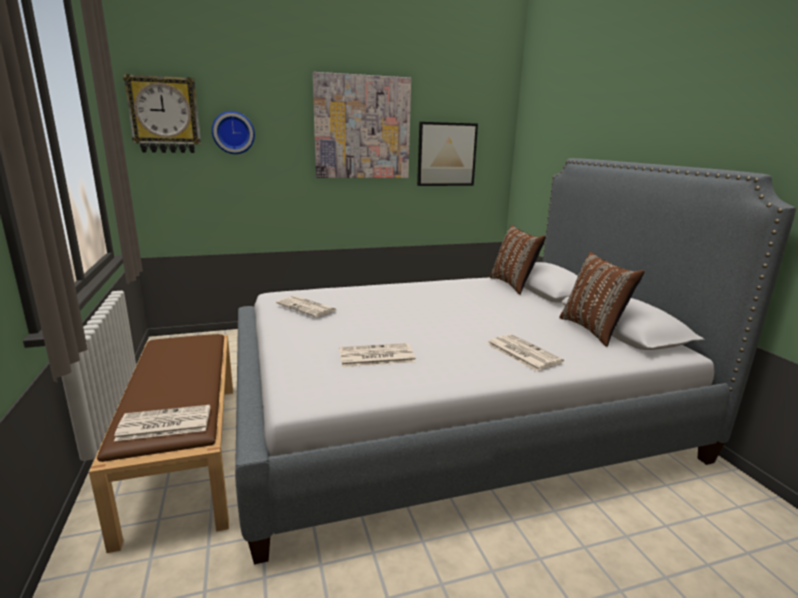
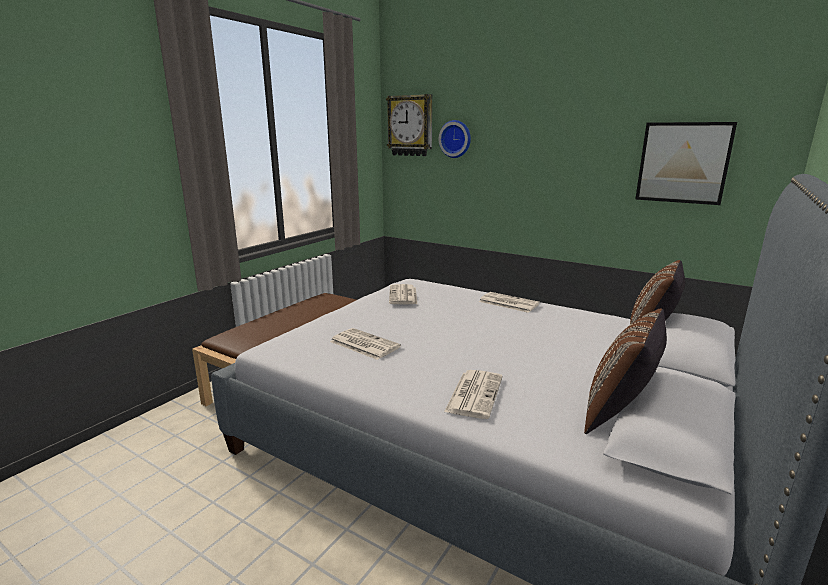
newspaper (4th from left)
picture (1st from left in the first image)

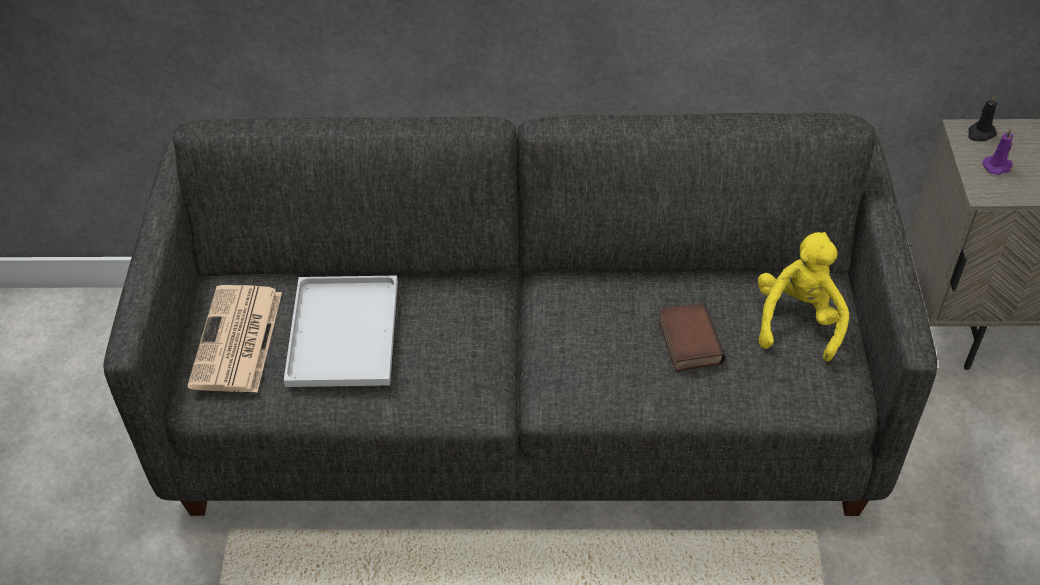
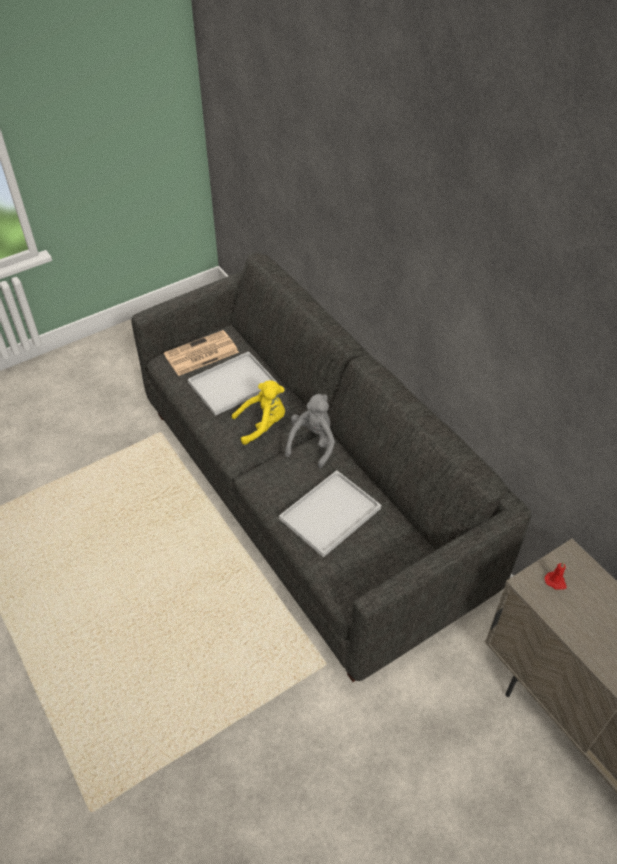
plush toy (yellow)
tray (white) (2nd from left)
plush toy (grey)
candle (red)
candle (black)

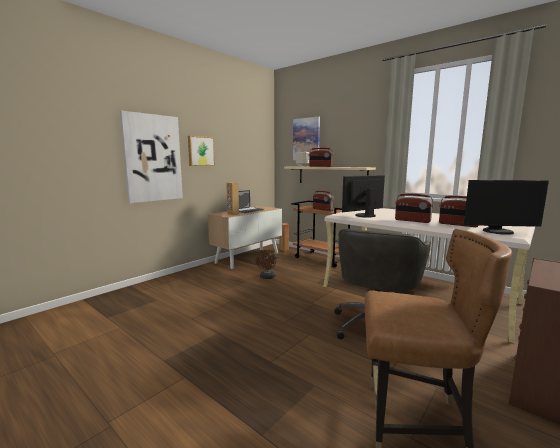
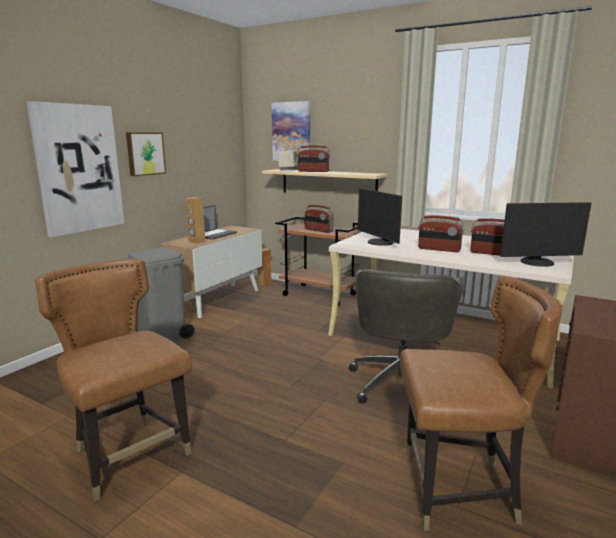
chair (brown) (1st from left)
trash can (grey)
monitor (1st from left)
fan (brown)

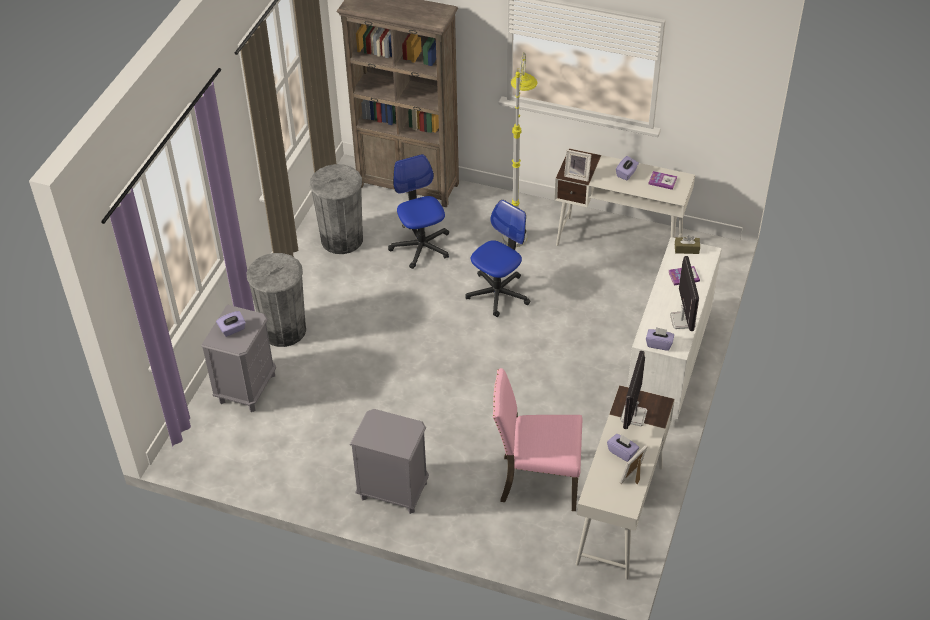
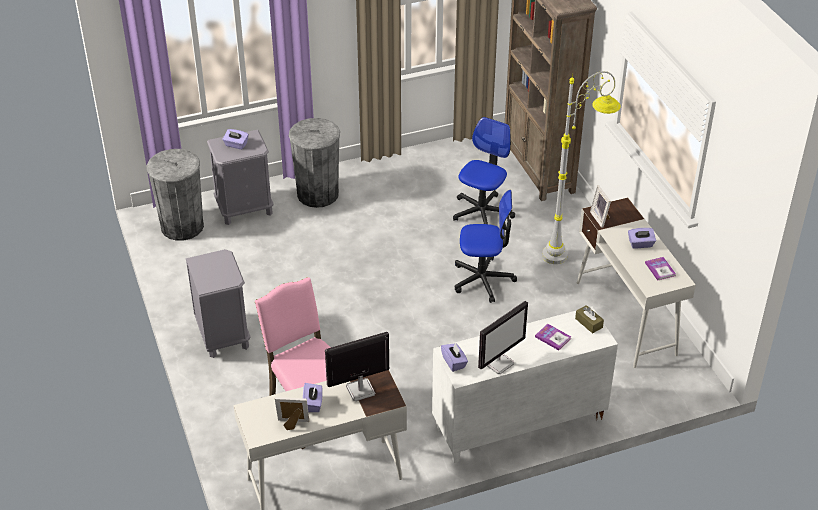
trash can (grey) (1st from left)

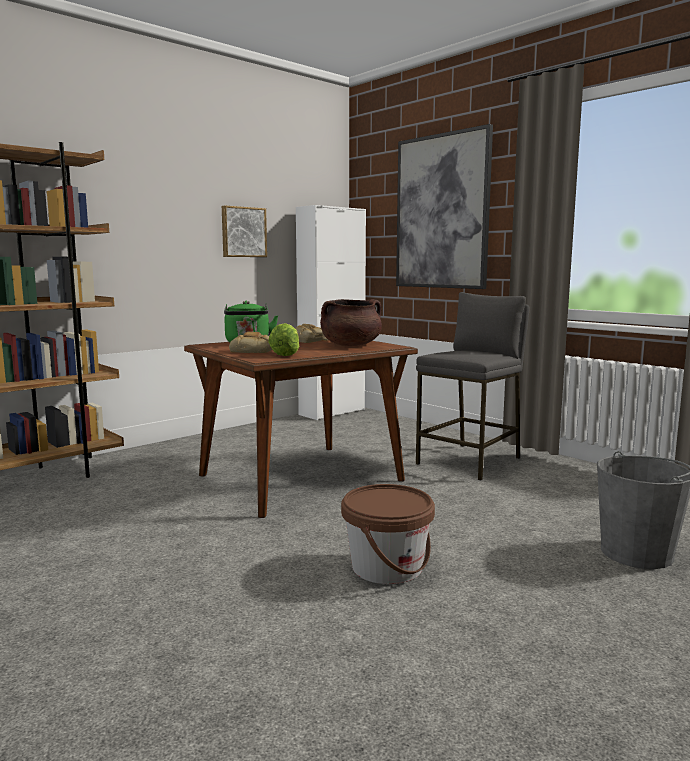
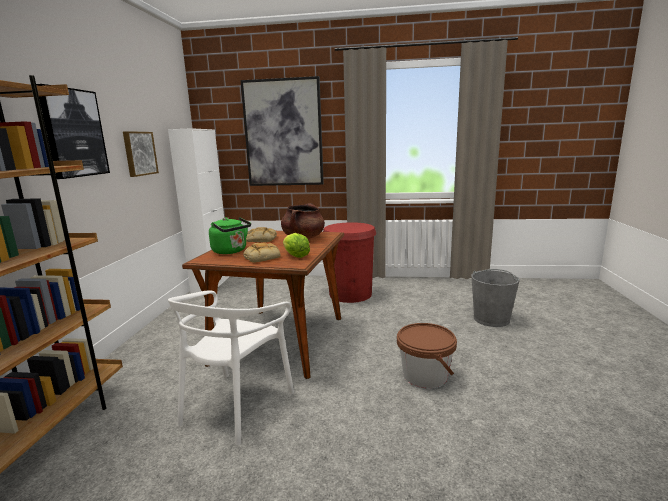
picture (1st from left)
chair (white)
trash can (red)

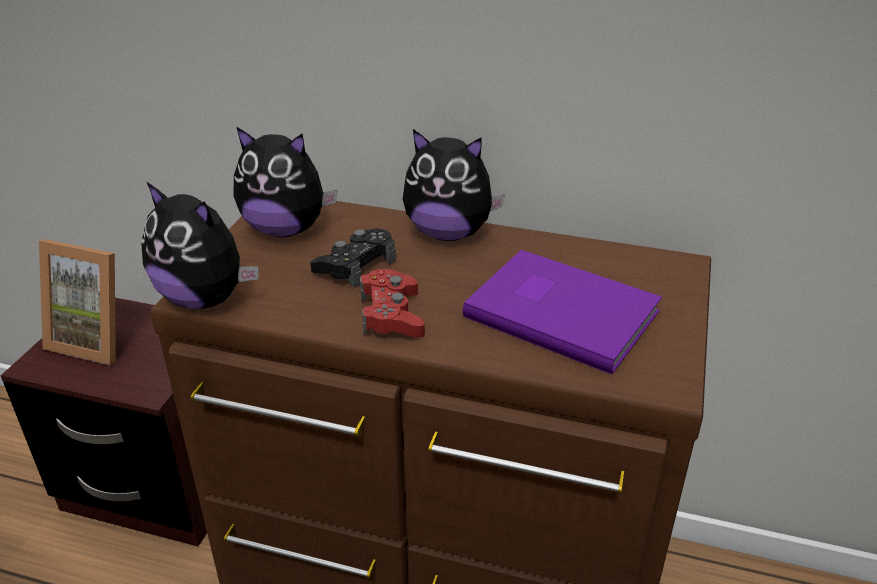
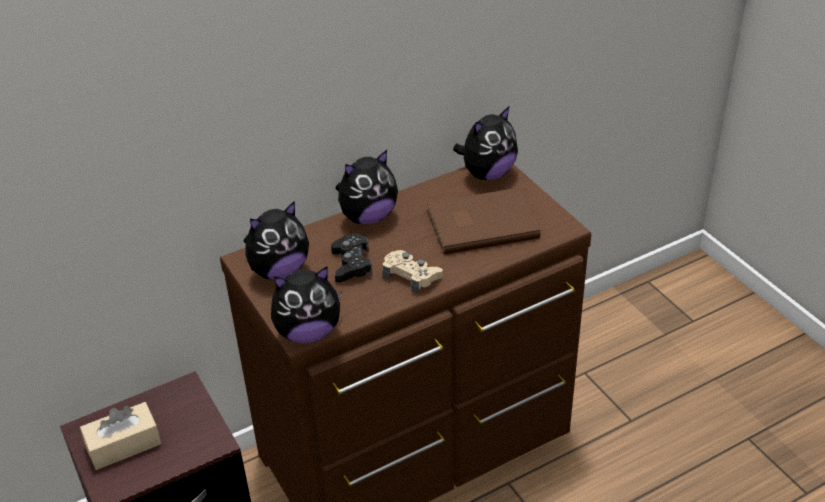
tissue box (beige)
game controller (beige)
book (brown)
plush toy (4th from left)

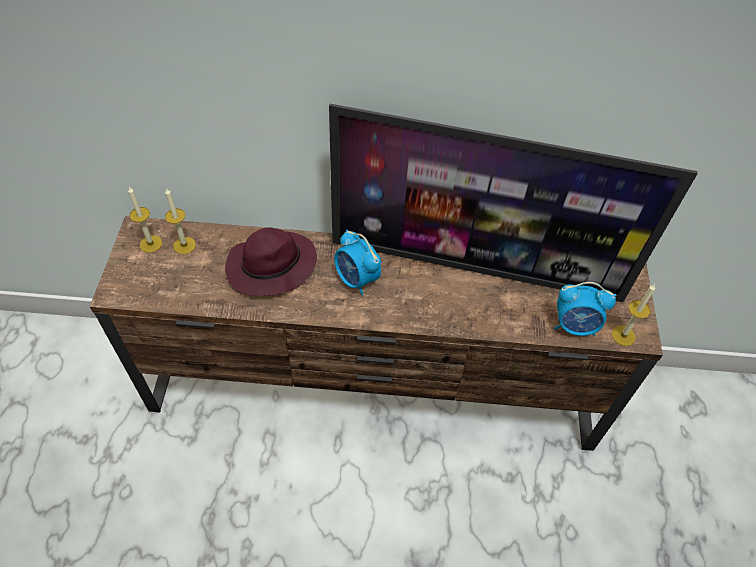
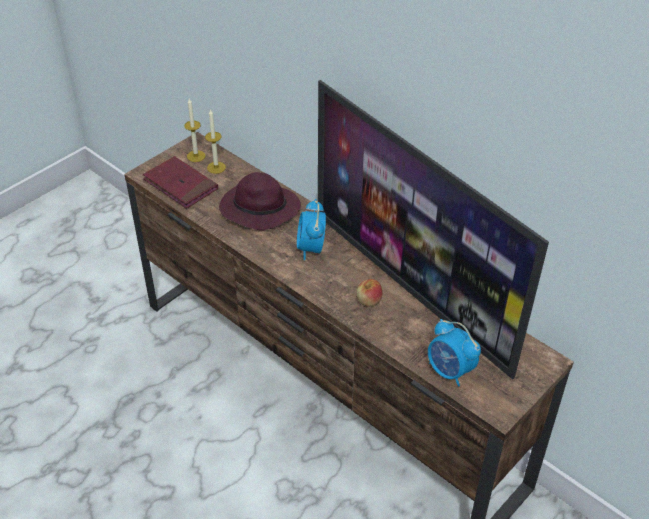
book (red)
apple
candle (3rd from left in the first image)

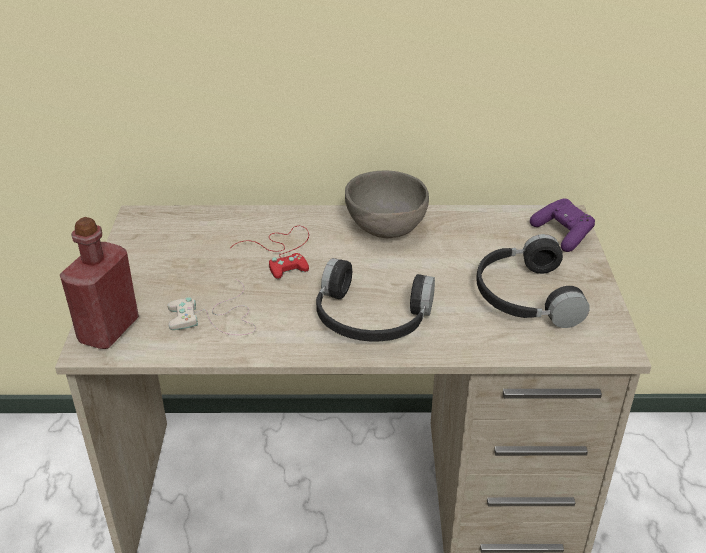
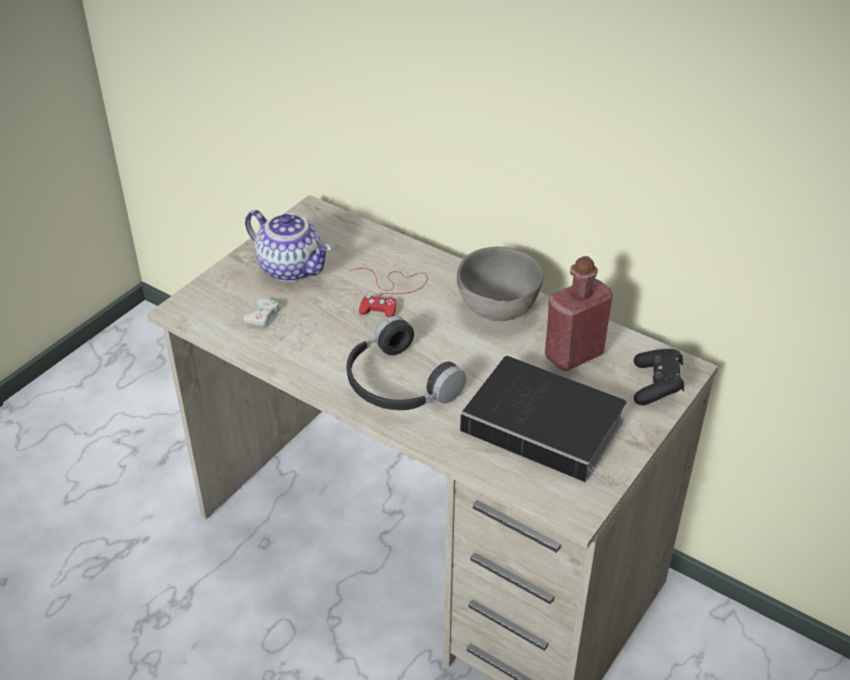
teapot
book
bottle (red)
game controller (black)

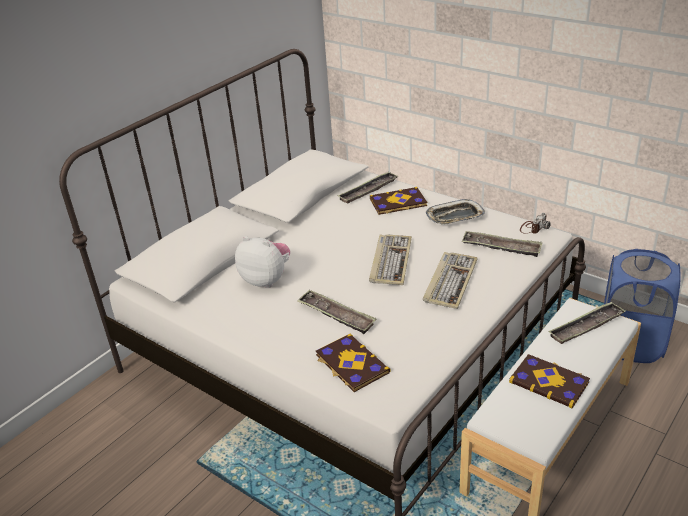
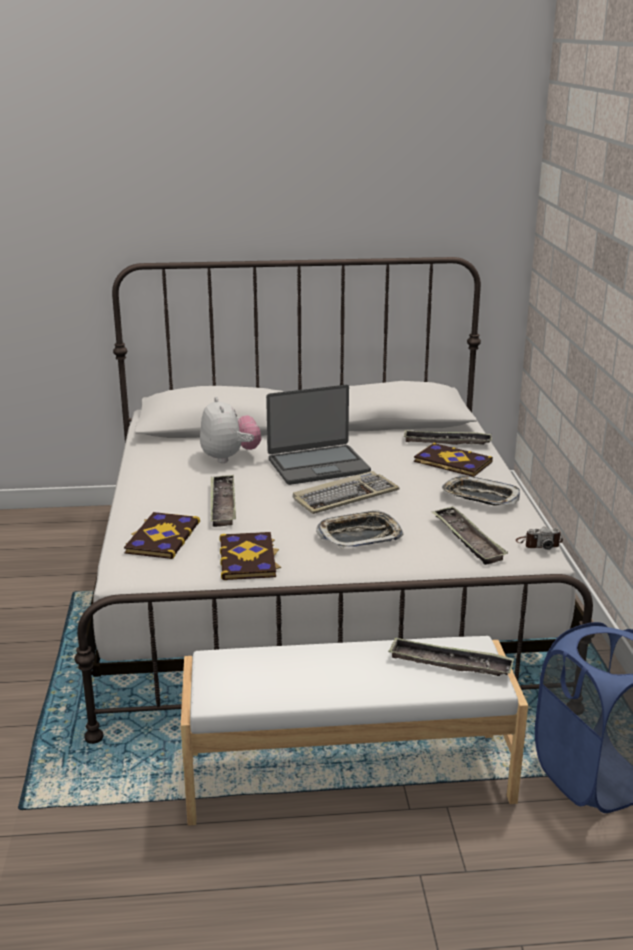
book (2nd from left)
laptop
tray (2nd from left)

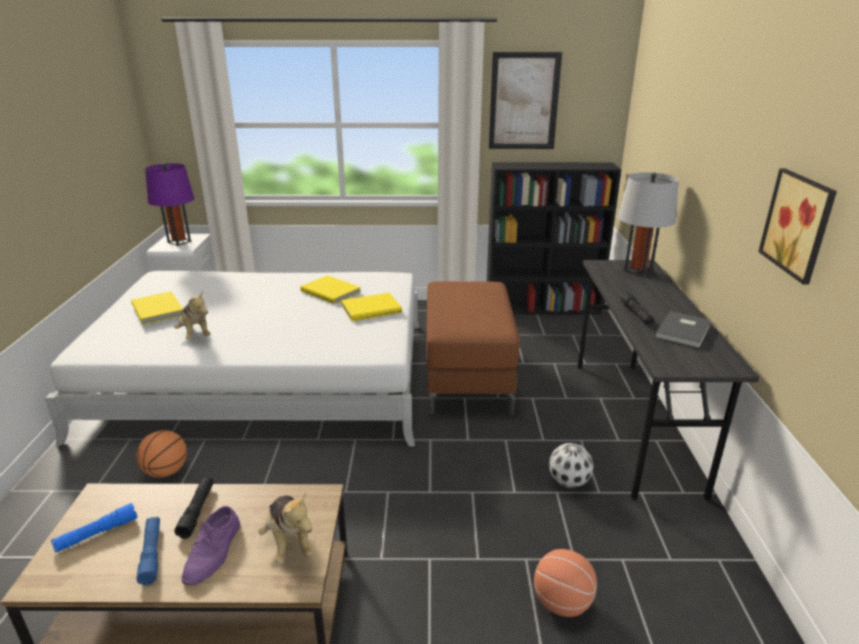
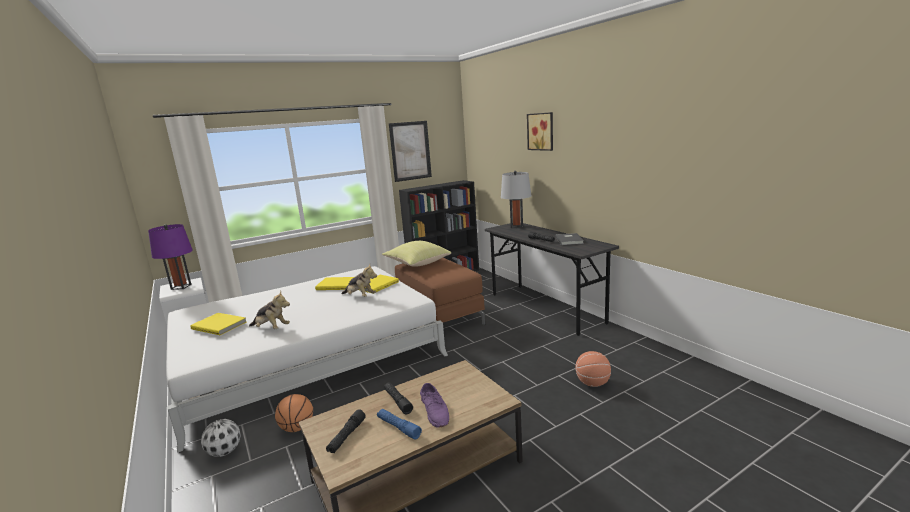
football
flashlight (black) (1st from left)
plush toy (2nd from left)
pillow (yellow)
picture (2nd from left)

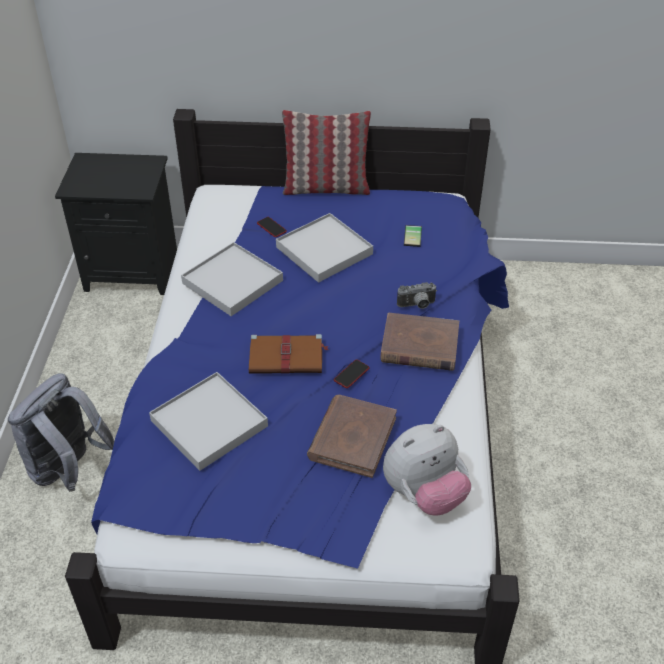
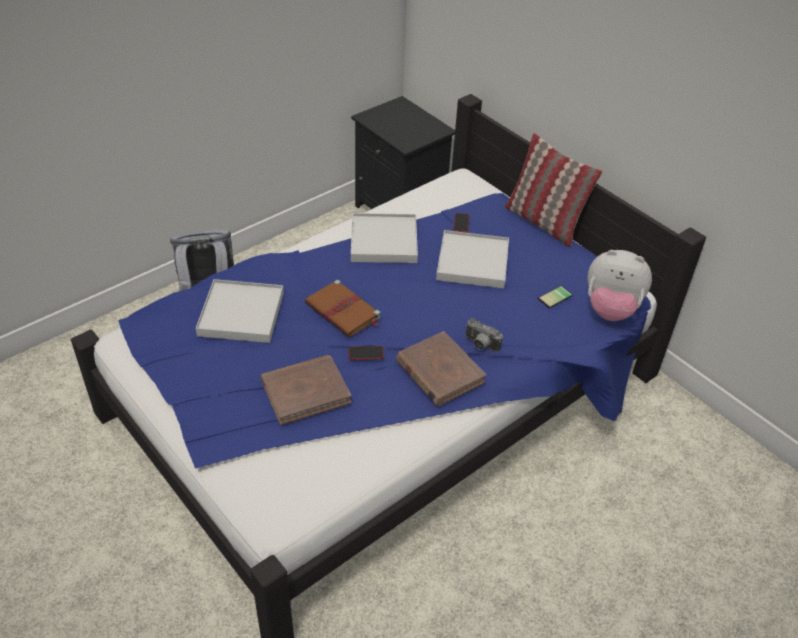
plush toy

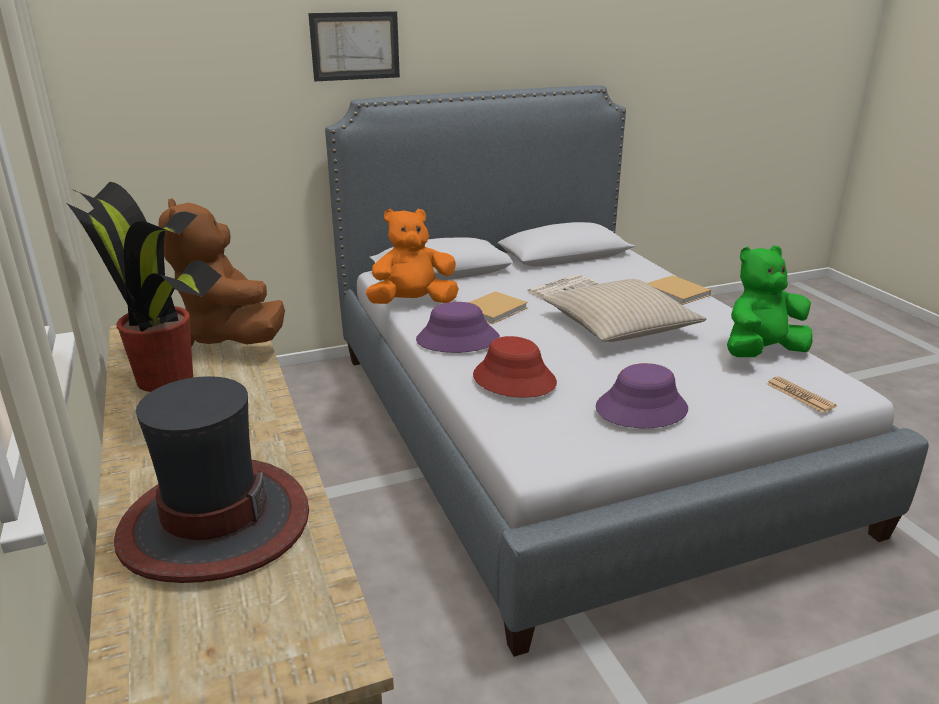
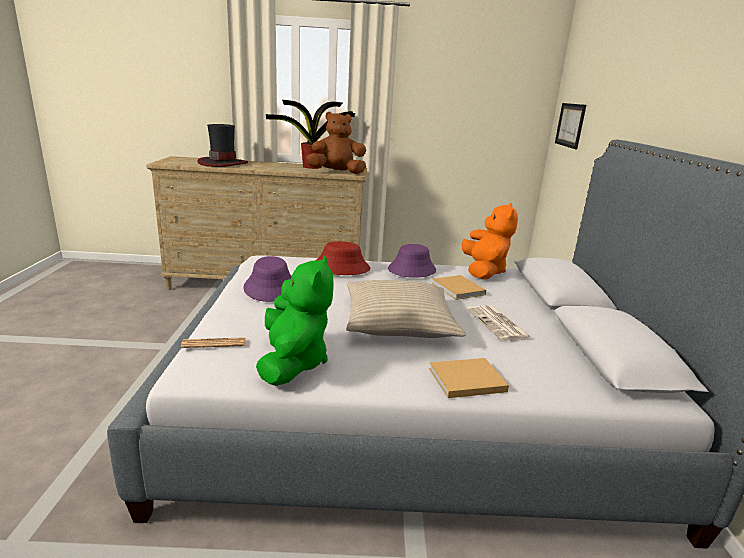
picture

